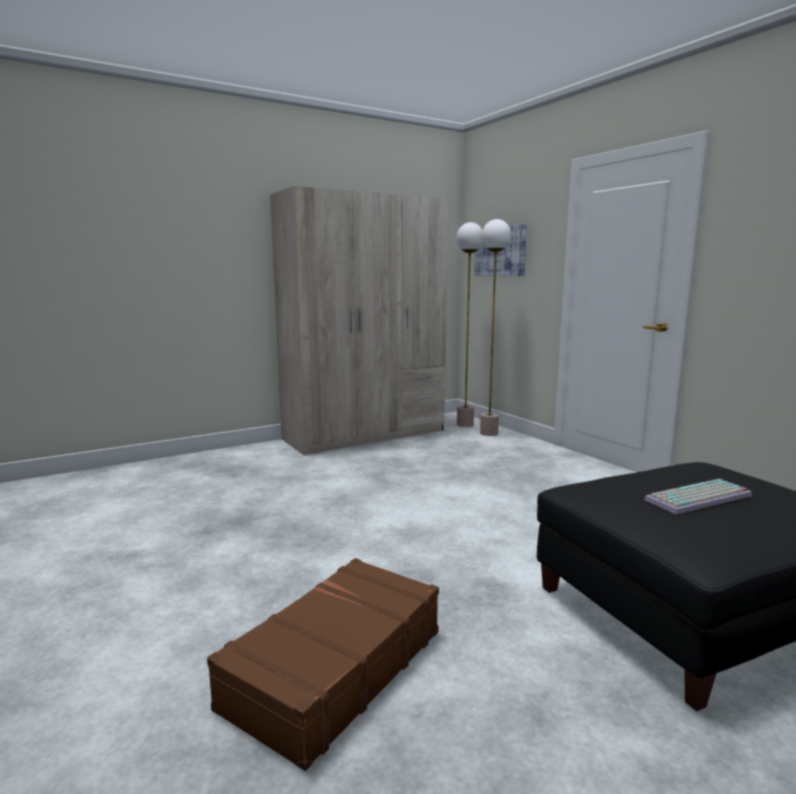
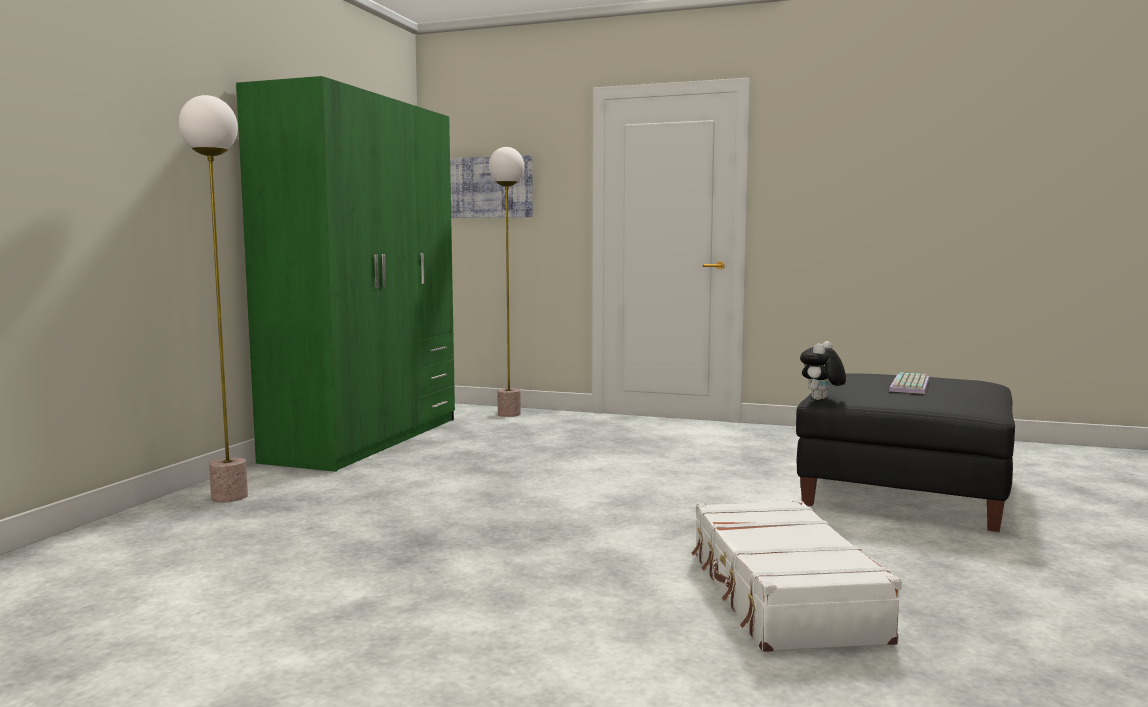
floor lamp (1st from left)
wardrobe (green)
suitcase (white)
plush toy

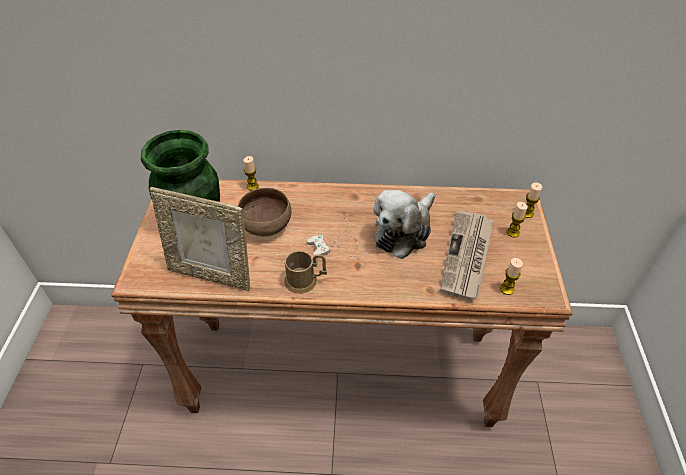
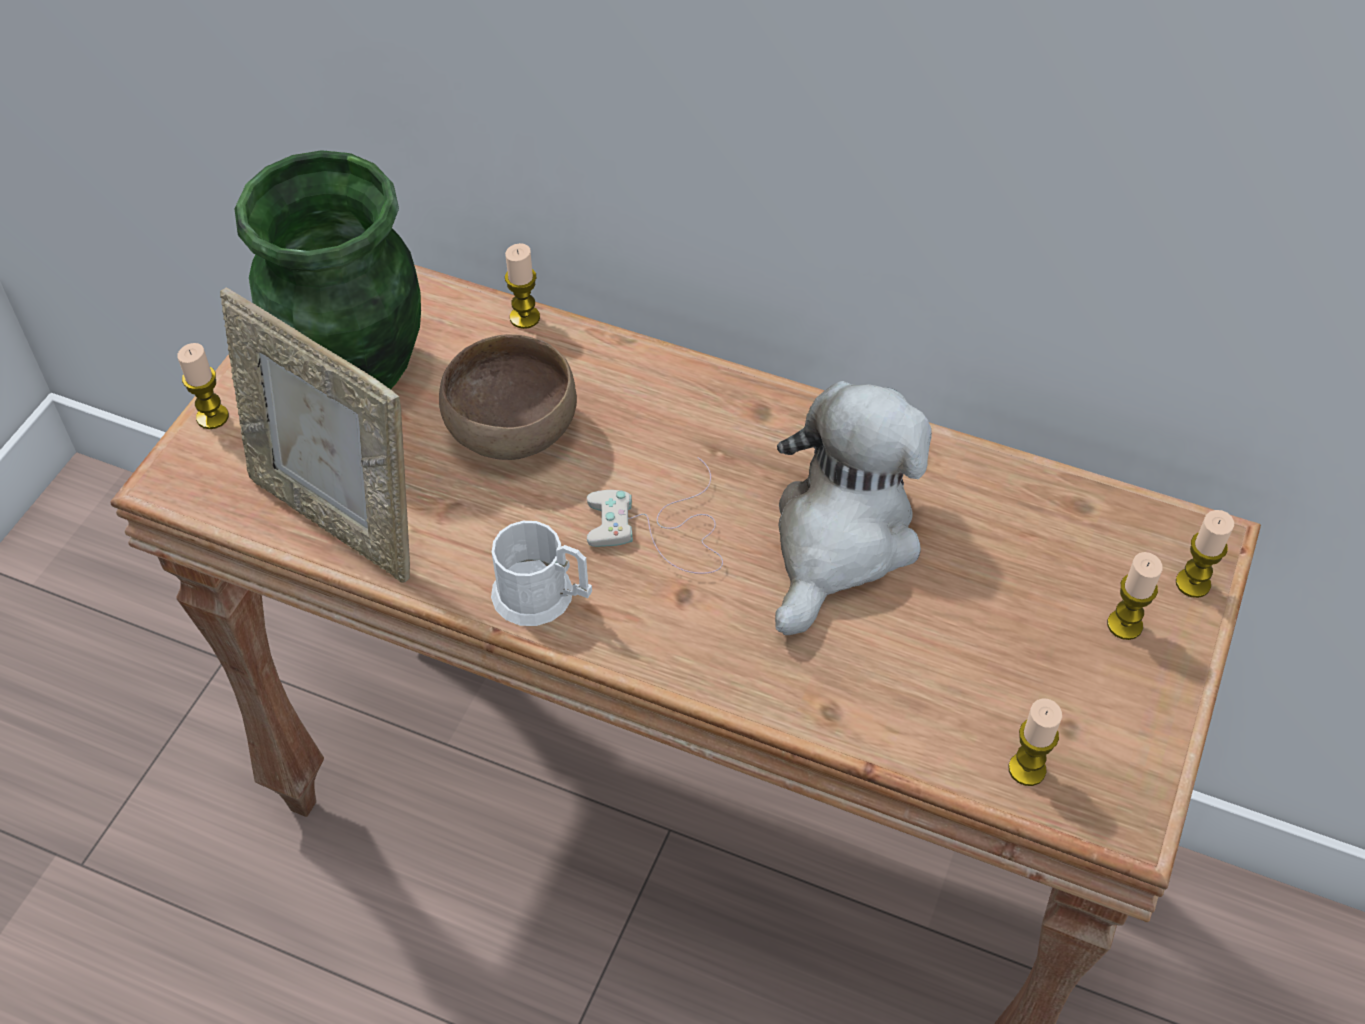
candle (1st from left)
mug (white)
plush toy
newspaper

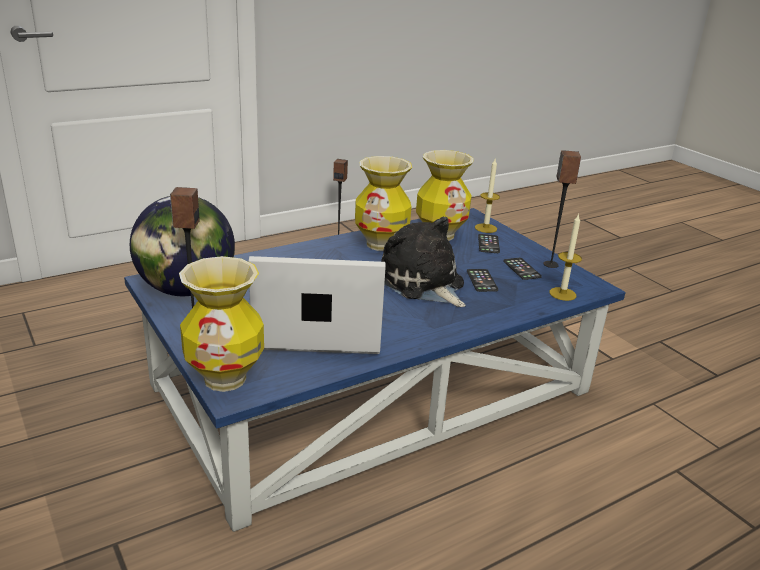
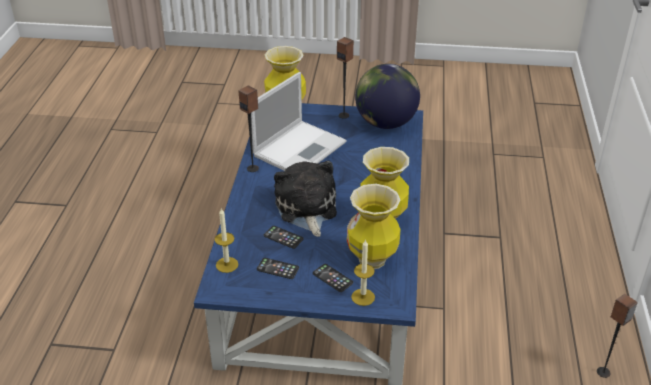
speaker (1st from left)
plush toy

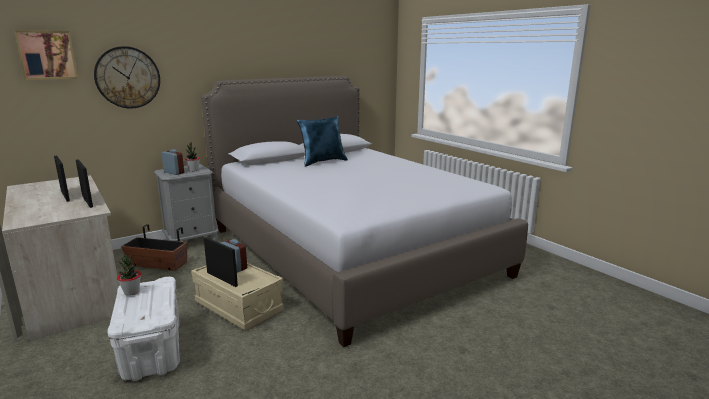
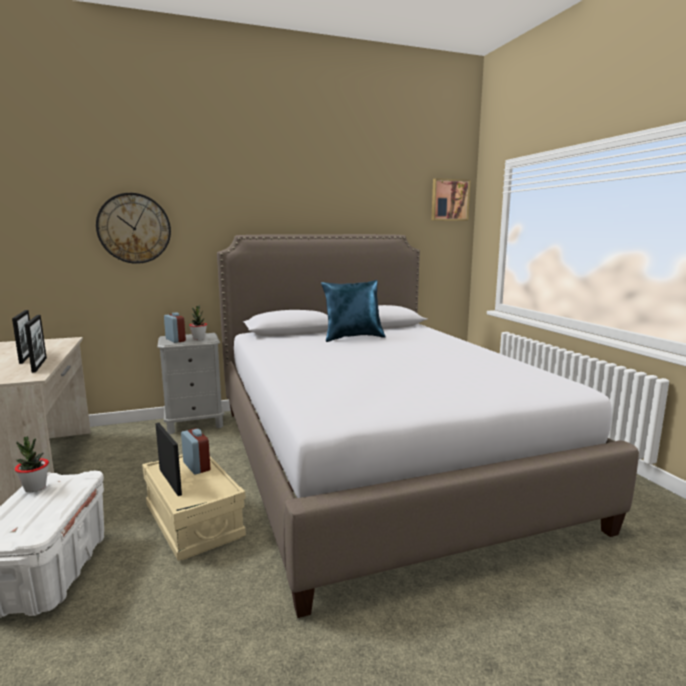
picture
planter

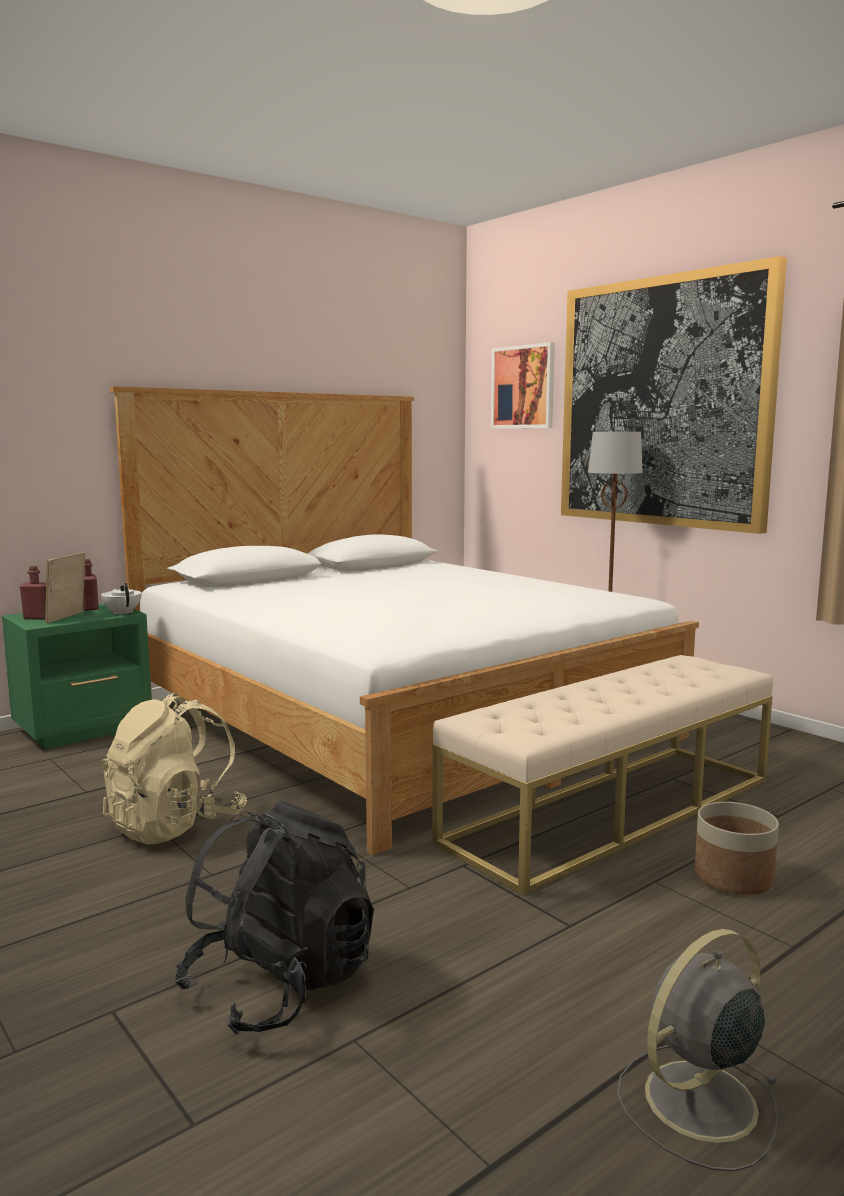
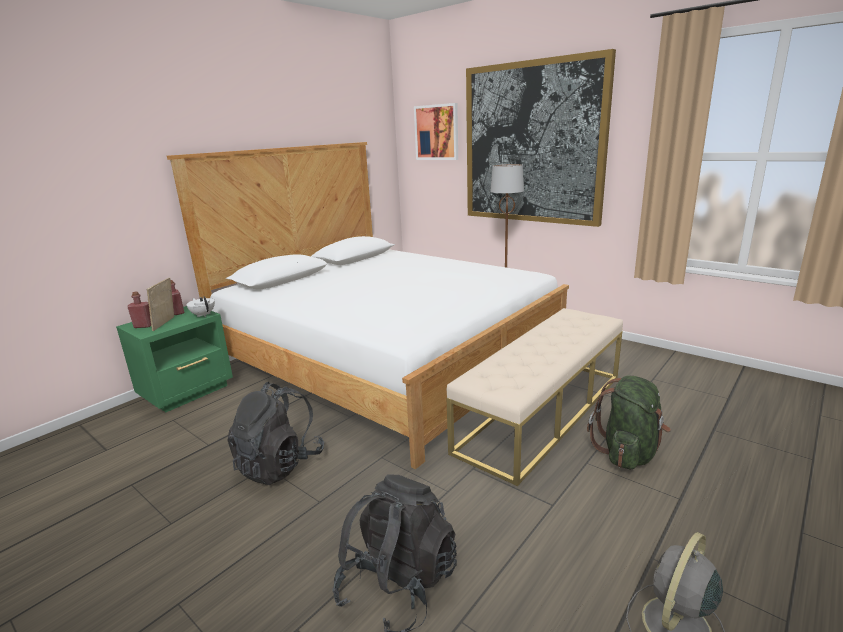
backpack (black) (1st from left)
backpack (green)

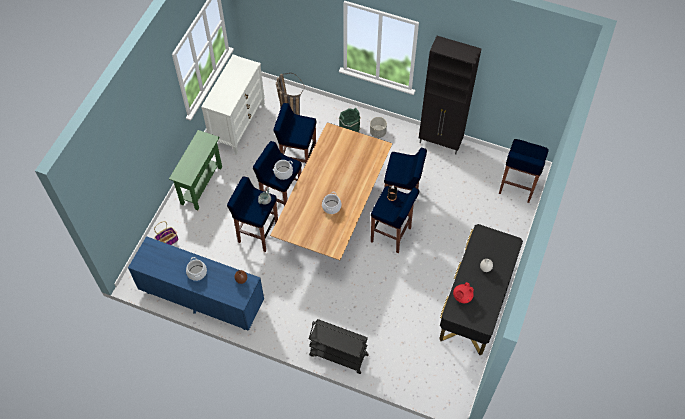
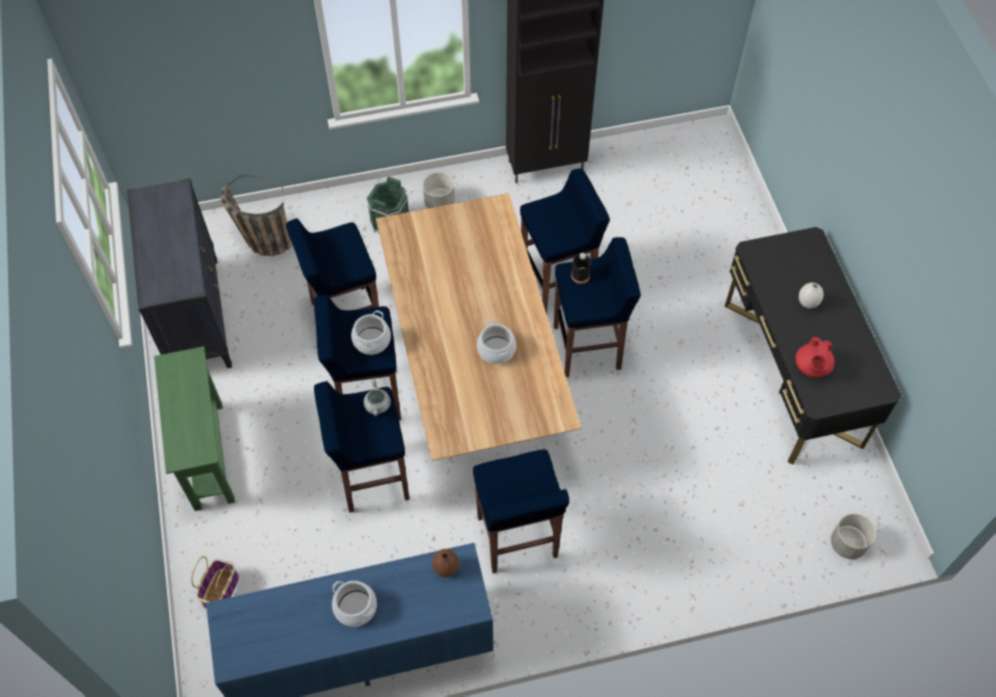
dresser (black)
stool (blue) (4th from left)
planter (grey) (2nd from left)
cart (black)

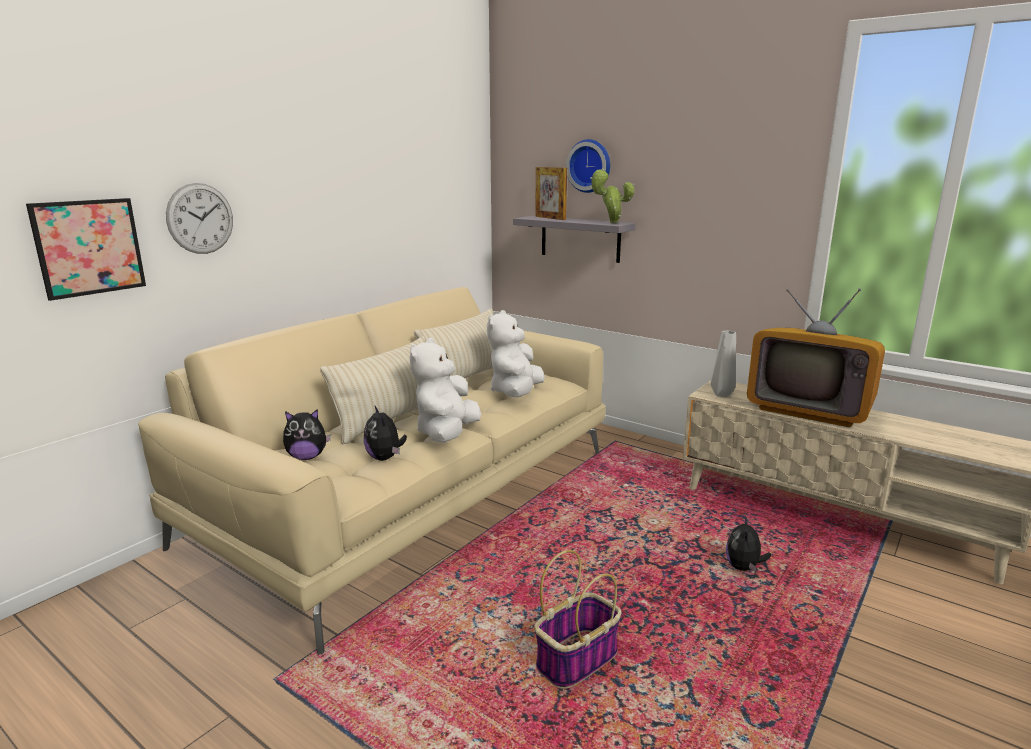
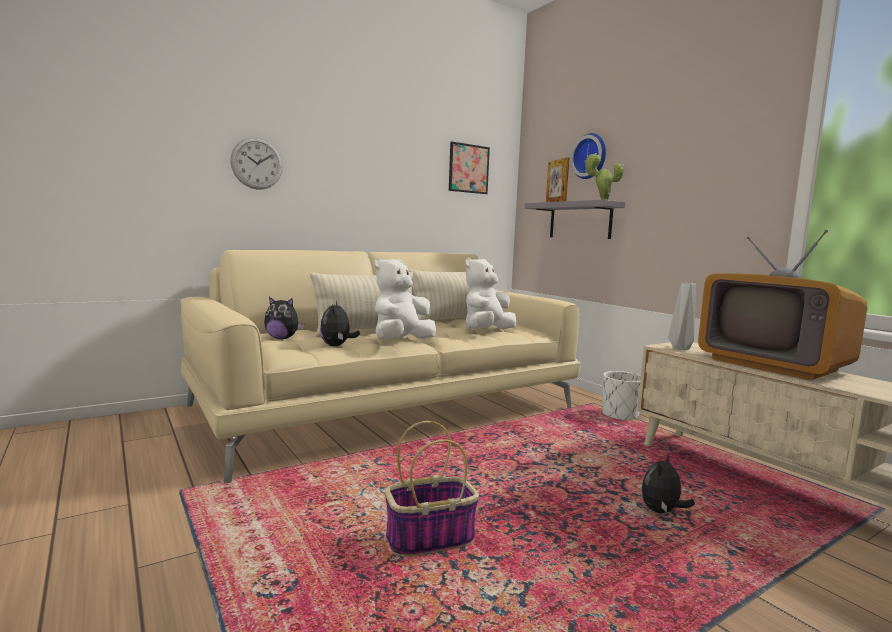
picture
planter (white)

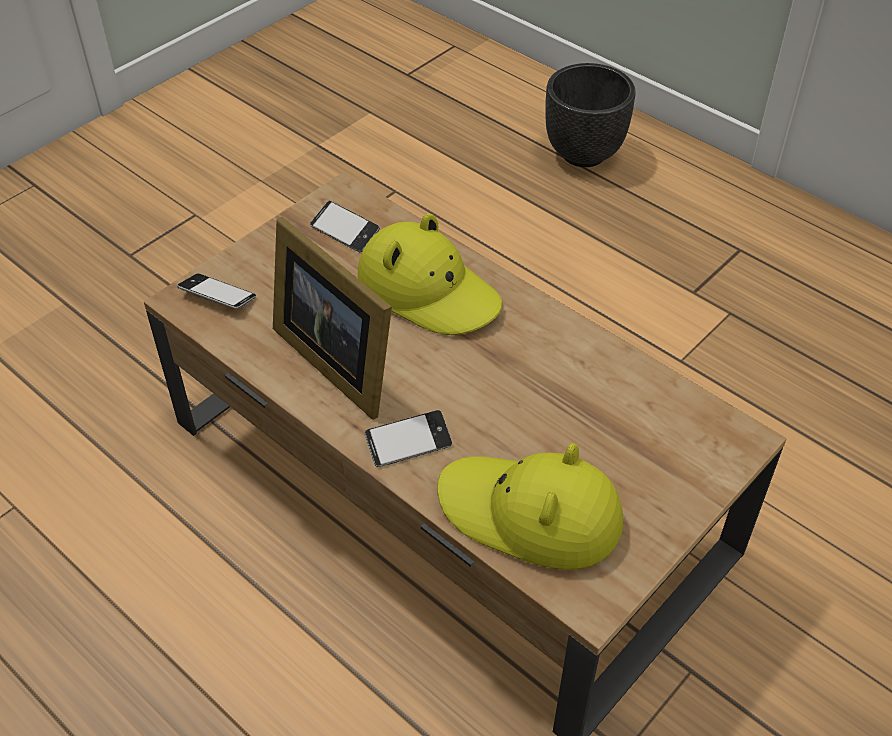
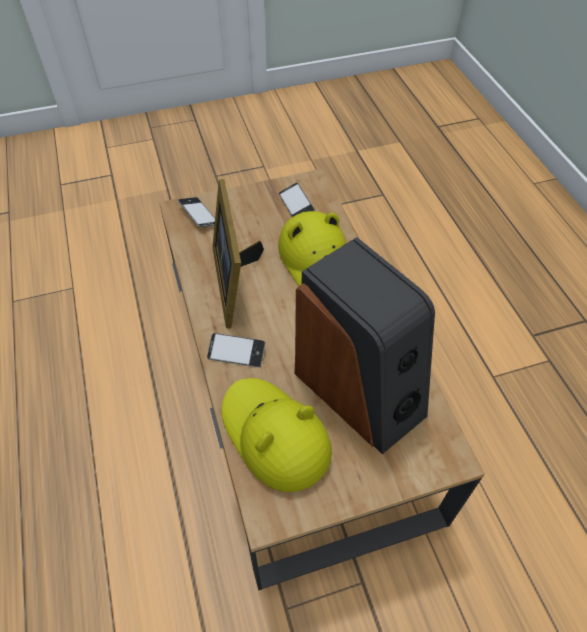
speaker
planter (black)

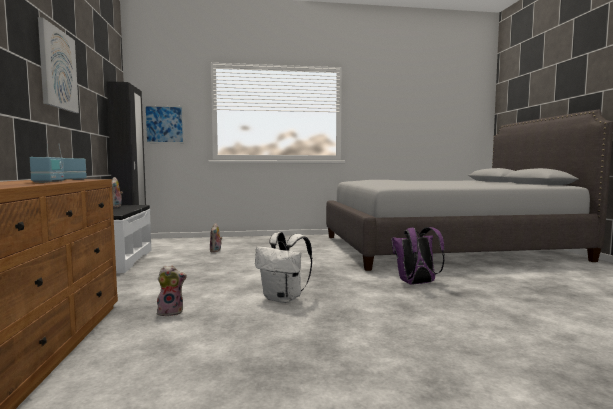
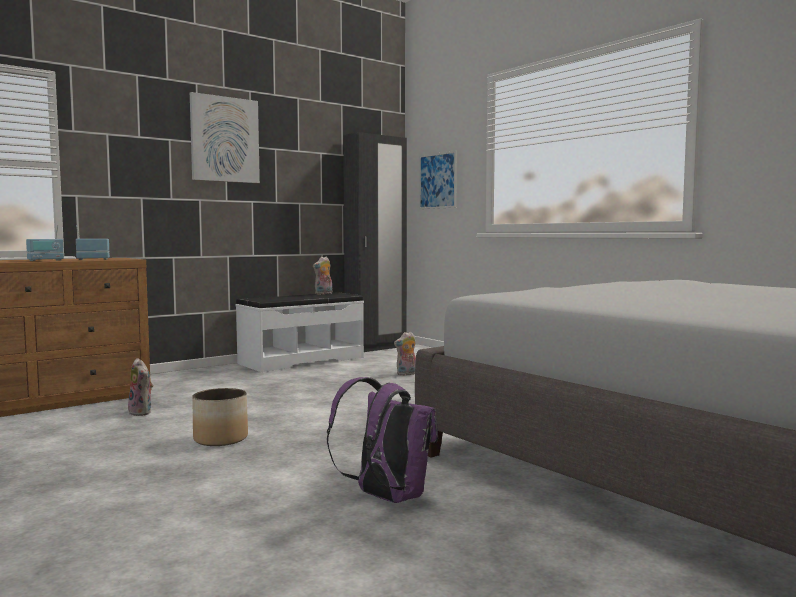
planter

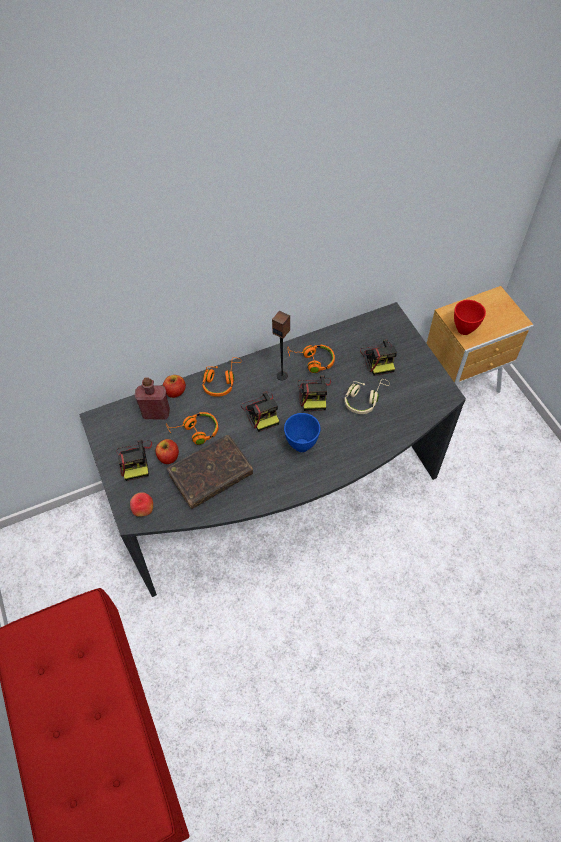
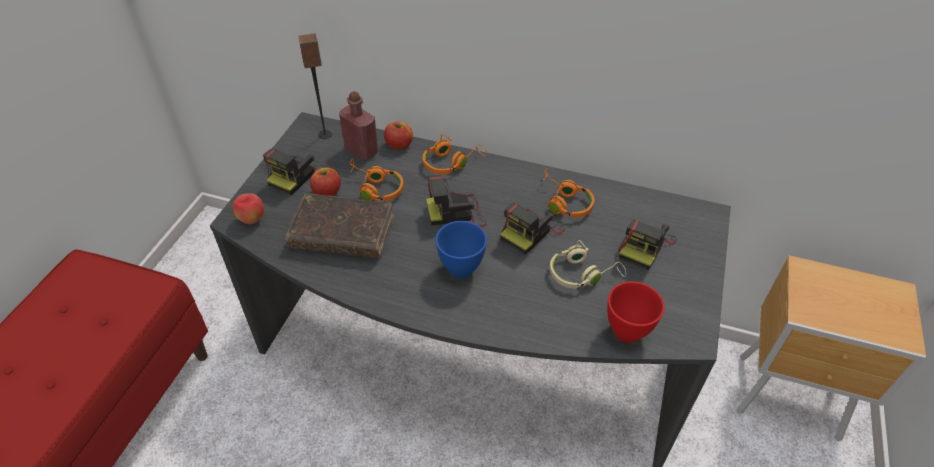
speaker
photo camera (2nd from left)
bowl (red)

